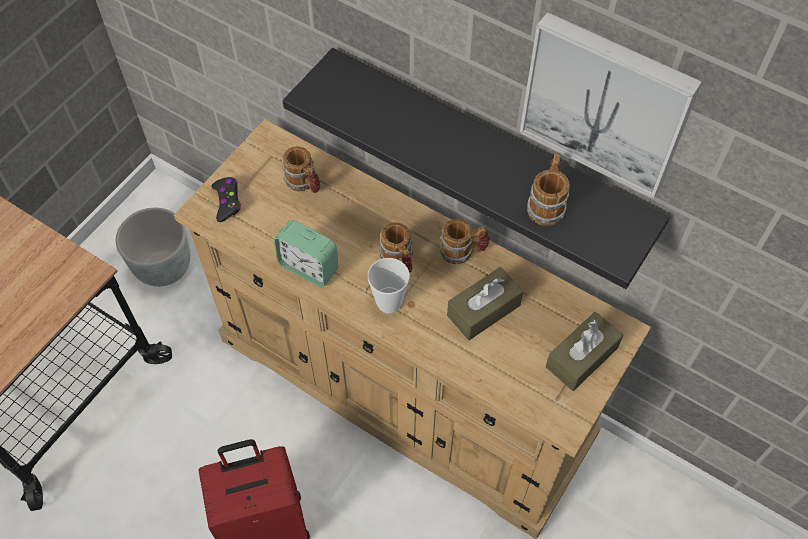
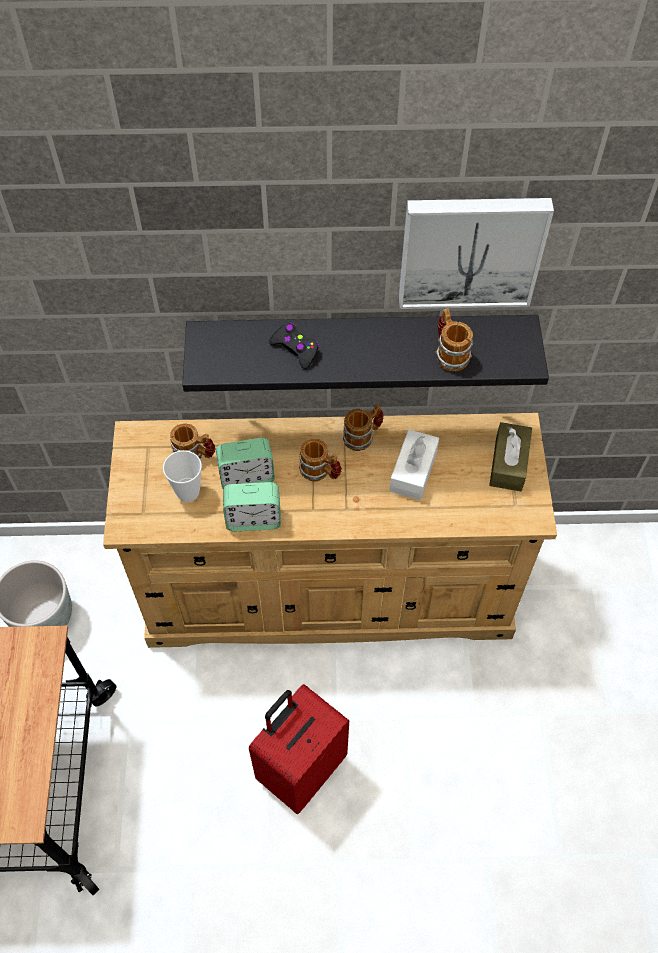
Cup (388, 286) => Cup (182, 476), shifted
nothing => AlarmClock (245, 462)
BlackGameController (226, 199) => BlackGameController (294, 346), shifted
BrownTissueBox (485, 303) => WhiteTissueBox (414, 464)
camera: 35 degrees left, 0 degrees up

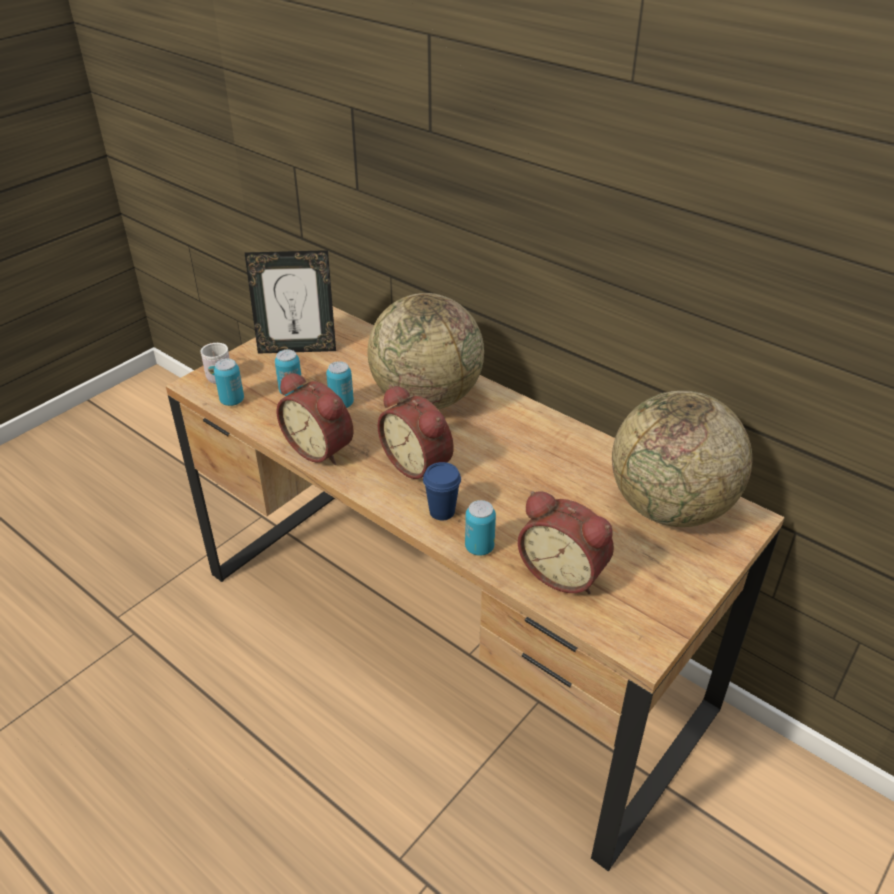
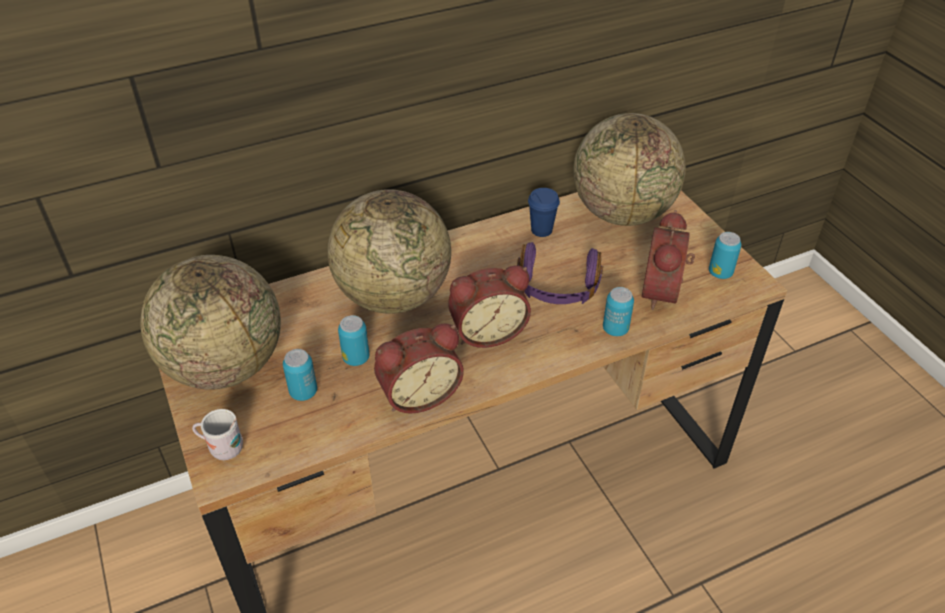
PictureFrame (290, 302) => Globe (210, 322)
nothing => PurpleHeadphones (560, 273)
BlueCup (442, 491) => BlueCup (544, 212), shifted
AlarmClock (566, 542) => AlarmClock (668, 260), 135 degrees clockwise
Can (229, 382) => Can (725, 255), shifted
camera: 65 degrees left, 5 degrees up

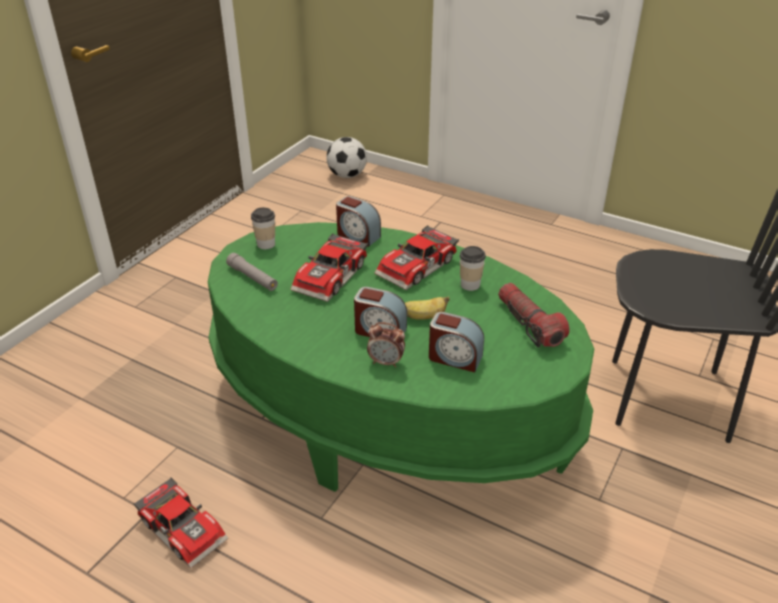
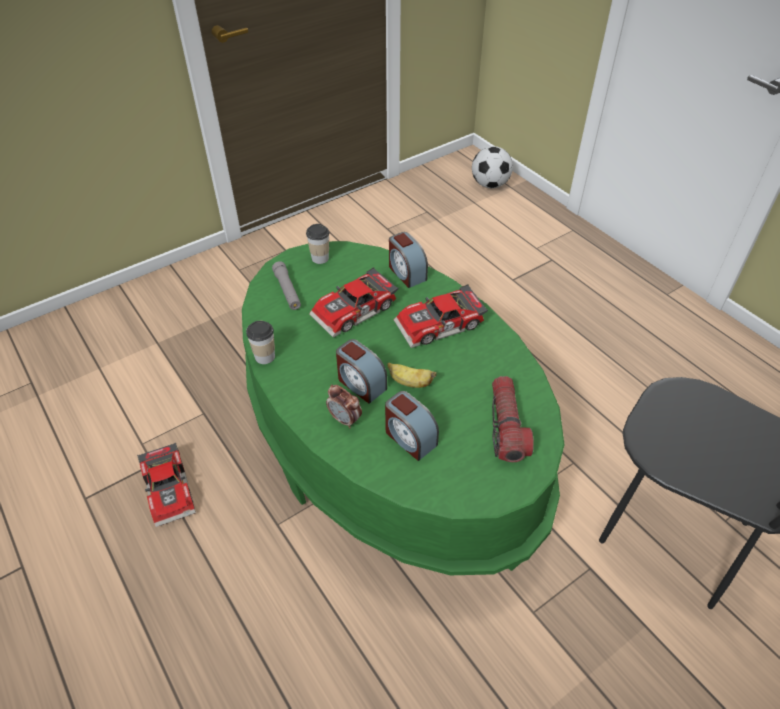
Cup (473, 268) => Cup (260, 342), shifted
camera: 25 degrees right, 10 degrees up

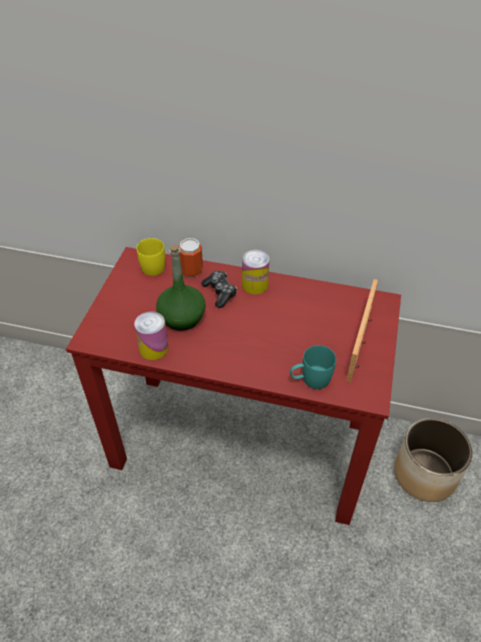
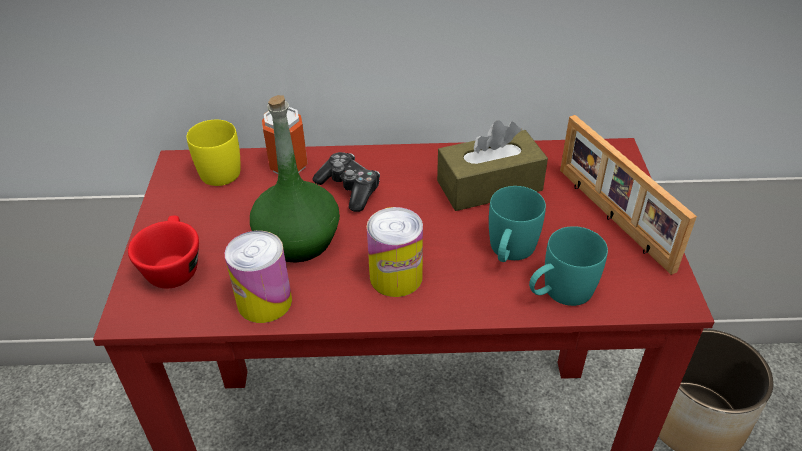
nothing => RedCup (163, 252)
Can (256, 272) => Can (395, 252), shifted
nothing => BrownTissueBox (492, 165)
nothing => TurquoiseMug (517, 224)
PictureFrame (362, 330) => PictureFrame (628, 195), 150 degrees clockwise
camera: 15 degrees left, 5 degrees down

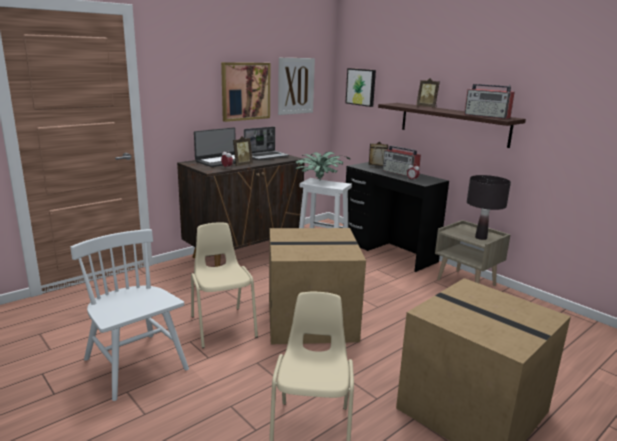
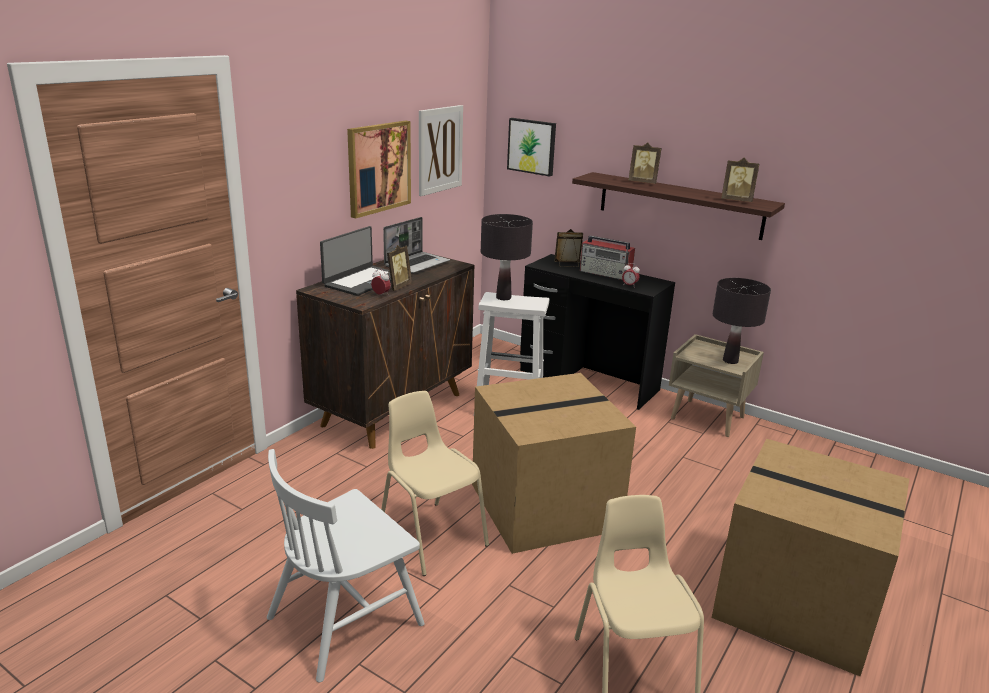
WhiteChair (129, 315) => WhiteChair (346, 565), 75 degrees counterclockwise
PottedPlant (323, 166) => BlackTableLamp (507, 257)
Radio (489, 101) => PictureFrame (740, 180)
camera: 15 degrees left, 5 degrees up

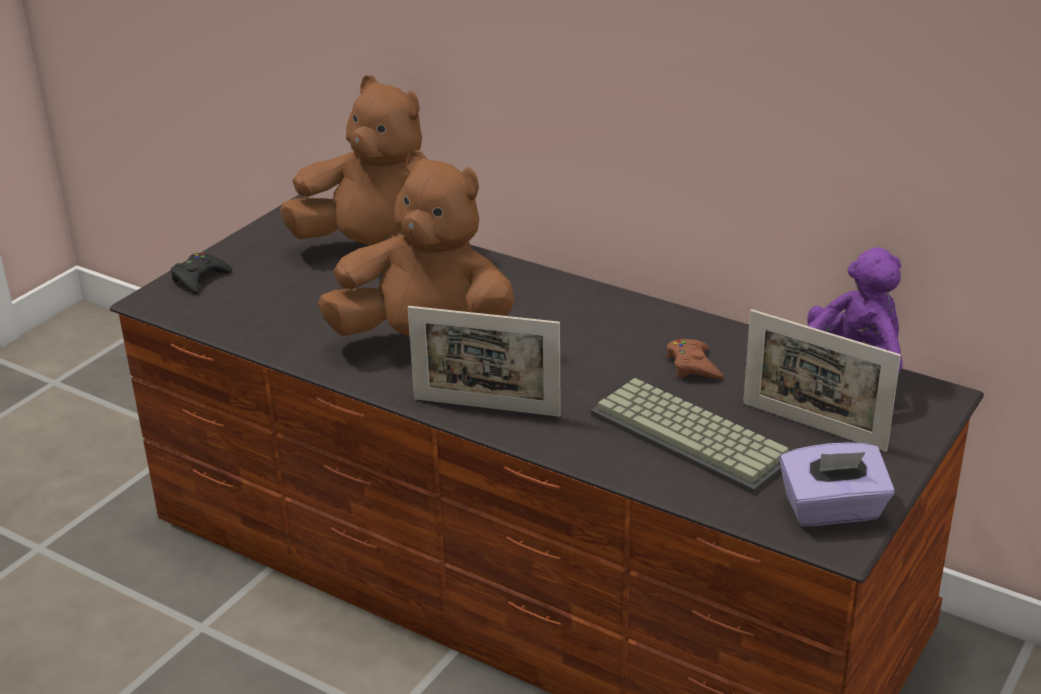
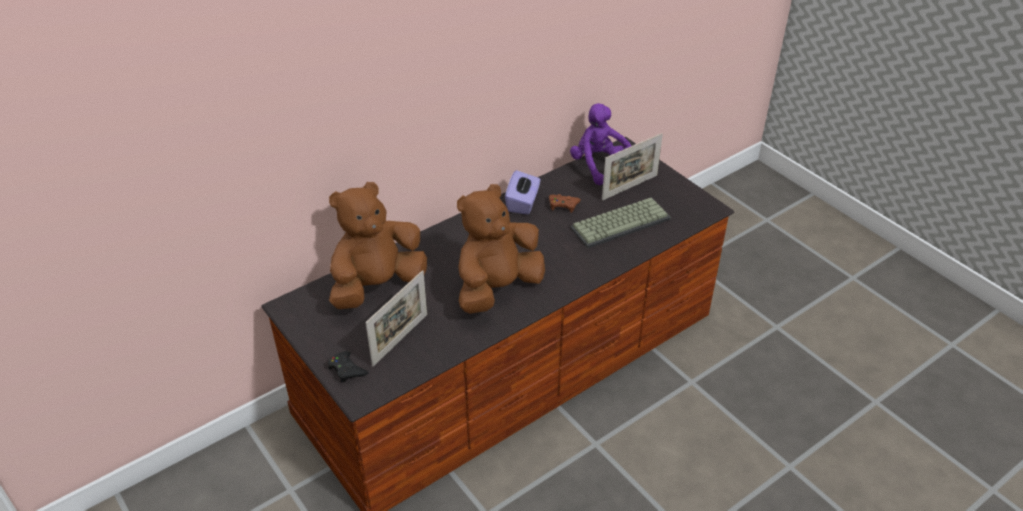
PictureFrame (484, 361) => PictureFrame (396, 318), shifted
PurpleTissueBox (837, 484) => PurpleTissueBox (522, 192), shifted
camera: 70 degrees left, 10 degrees up

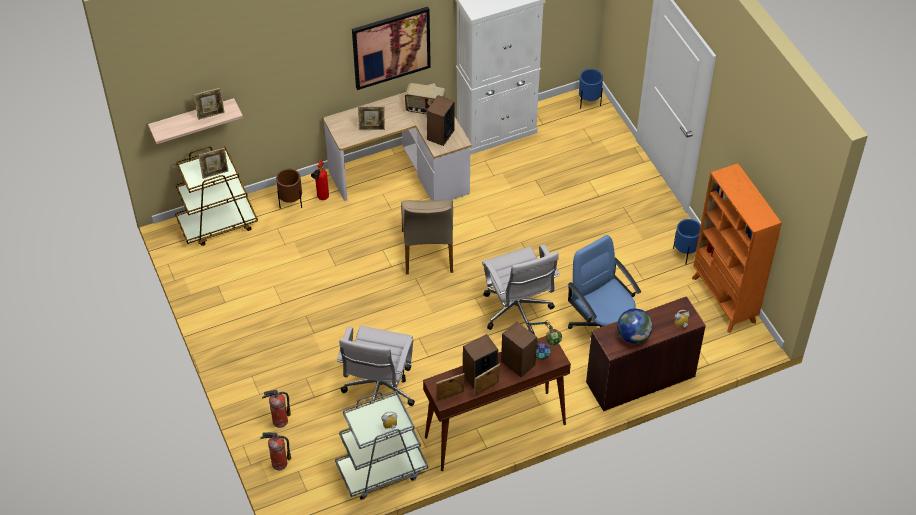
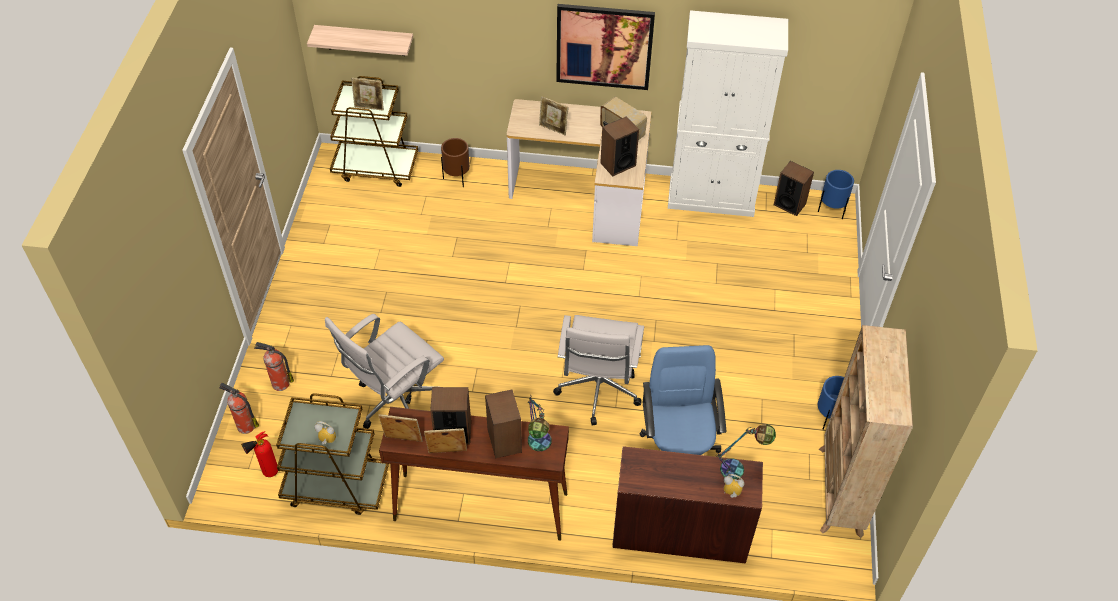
FireExtinguisher (320, 179) => FireExtinguisher (259, 454), shifted
GreyCart (381, 445) => BrownCart (332, 454)
nothing => TableLamp (746, 452)
nothing => Speaker (794, 188)
OrangeBookcase (737, 248) => BeigeBookcase (866, 431)
PictureFrame (209, 104) => nothing
BeigeChair (427, 236) => nothing
Globe (635, 326) => nothing
camera: 30 degrees right, 0 degrees up

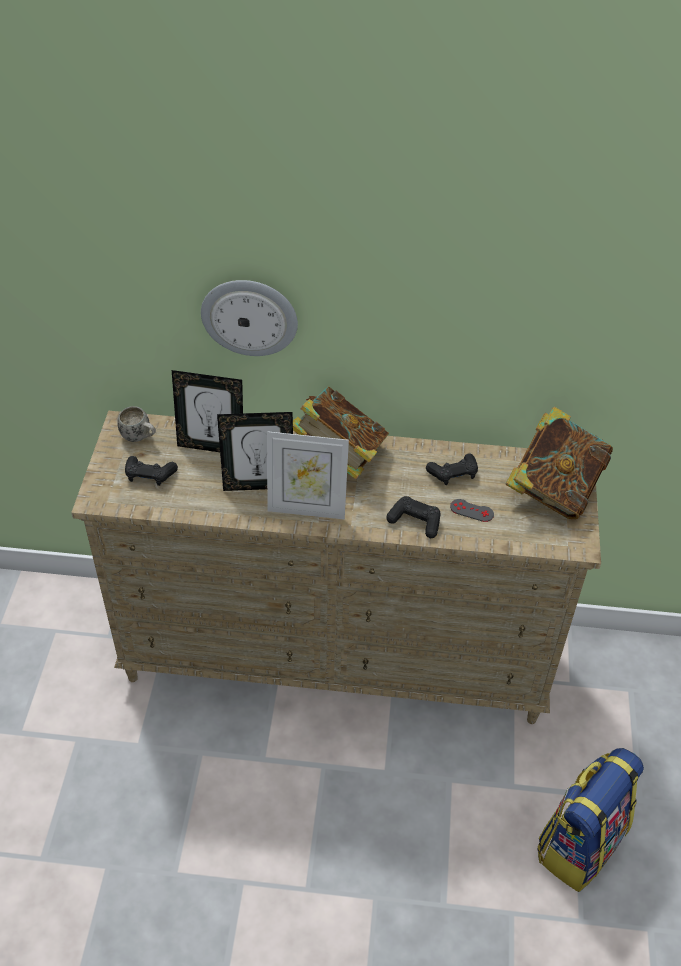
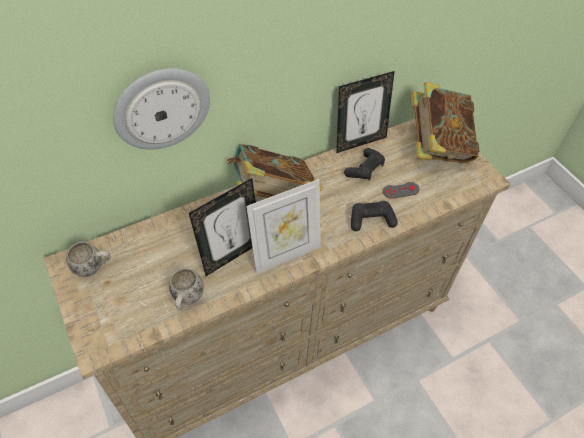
nothing => WhiteMug (186, 289)
PictureFrame (207, 411) => PictureFrame (365, 112), shifted
BlackGameController (151, 471) => nothing
Backpack (590, 820) => nothing
camera: 35 degrees left, 5 degrees up

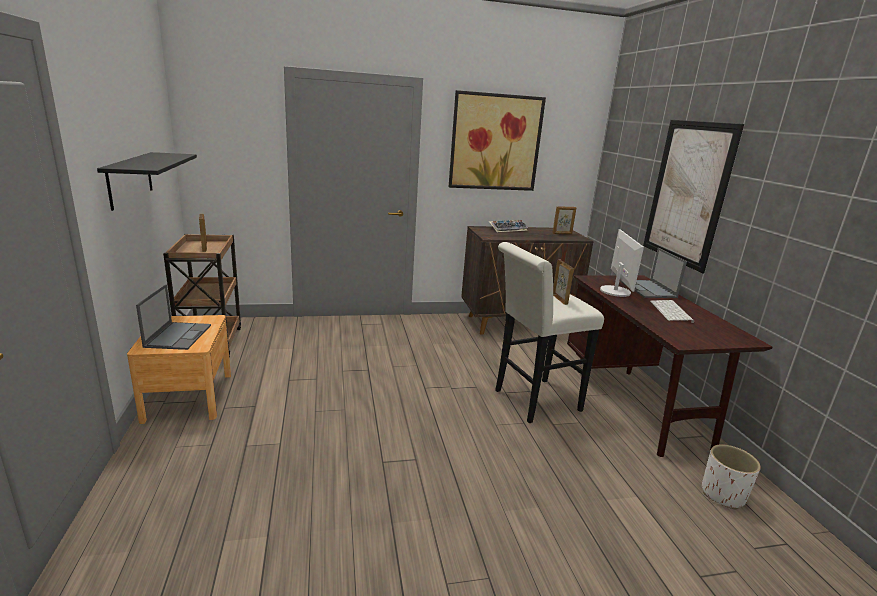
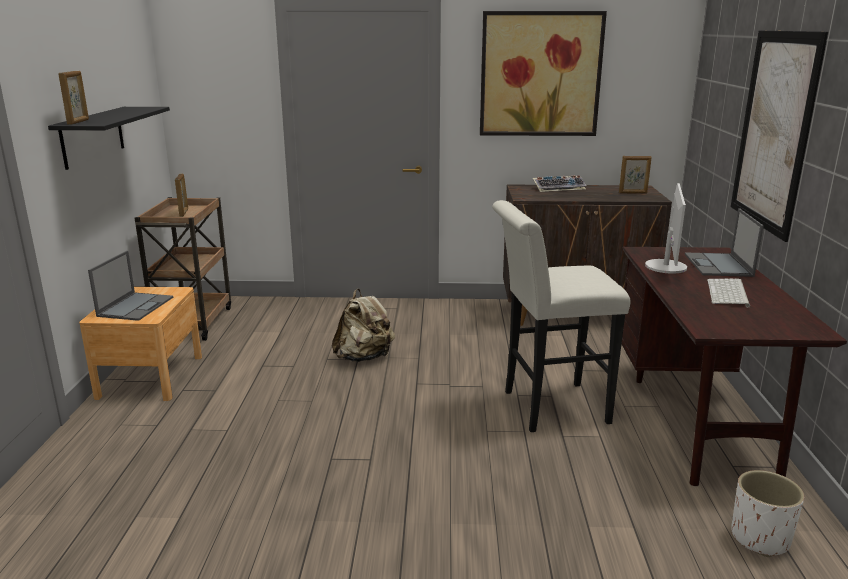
PictureFrame (563, 282) => PictureFrame (73, 98), shifted
nothing => BeigeBackpack (363, 325)
camera: 15 degrees right, 0 degrees up

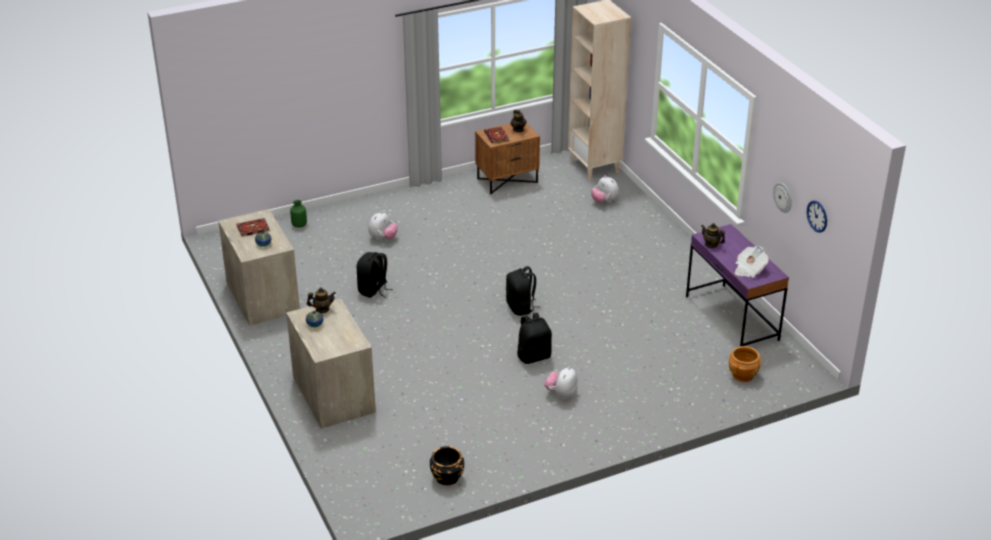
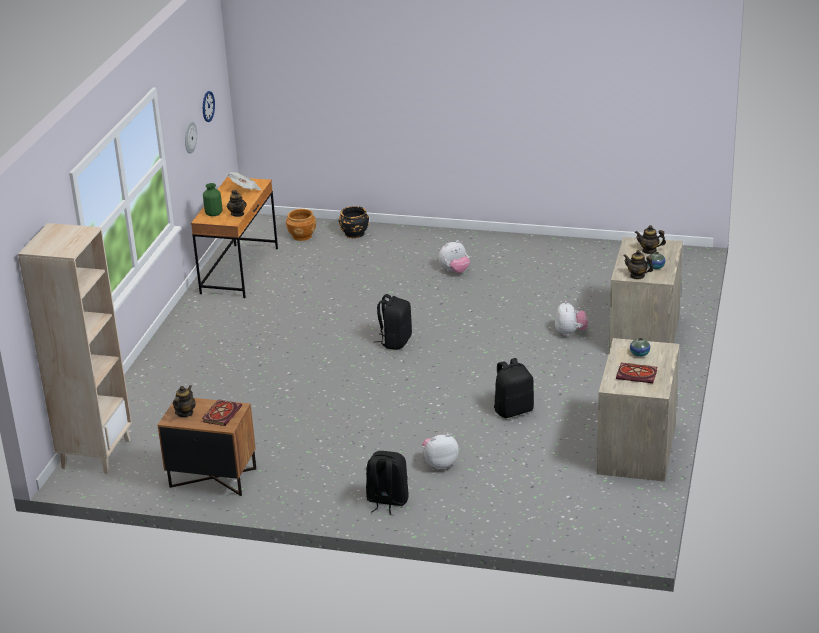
PurpleDesk (737, 285) => BrownDesk (234, 237)
GreenVase (298, 214) => GreenVase (212, 199), shifted
BlackPlanter (447, 466) => BlackPlanter (354, 222), shifted
BlackBackpack (534, 338) => BlackBackpack (387, 483), shifted
PlushToy (605, 189) => PlushToy (571, 319), shifted
nothing => Teapot (650, 239)
camera: 140 degrees left, 5 degrees down

